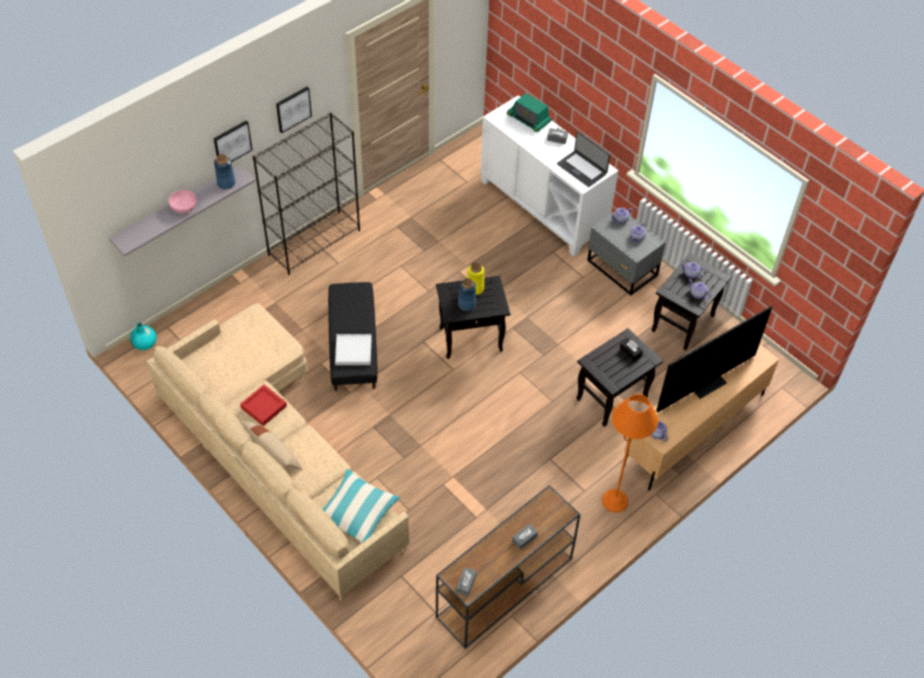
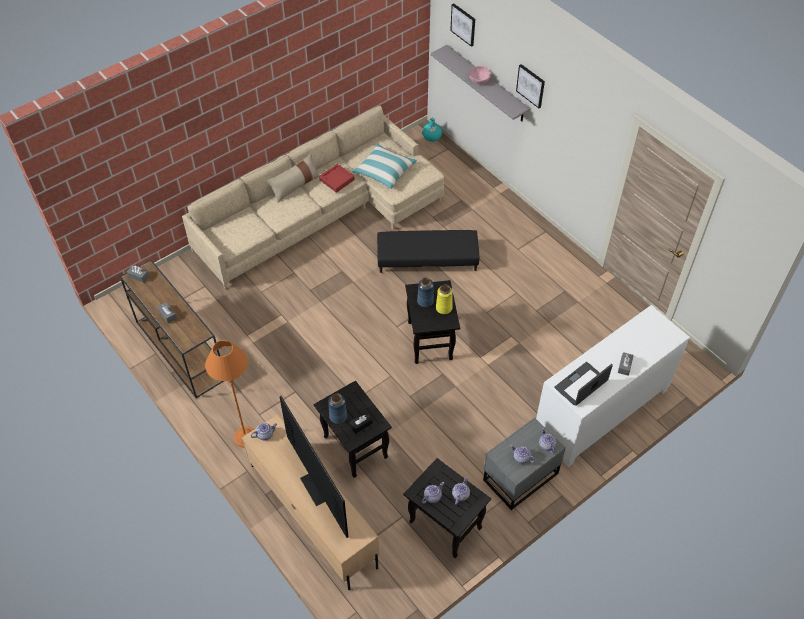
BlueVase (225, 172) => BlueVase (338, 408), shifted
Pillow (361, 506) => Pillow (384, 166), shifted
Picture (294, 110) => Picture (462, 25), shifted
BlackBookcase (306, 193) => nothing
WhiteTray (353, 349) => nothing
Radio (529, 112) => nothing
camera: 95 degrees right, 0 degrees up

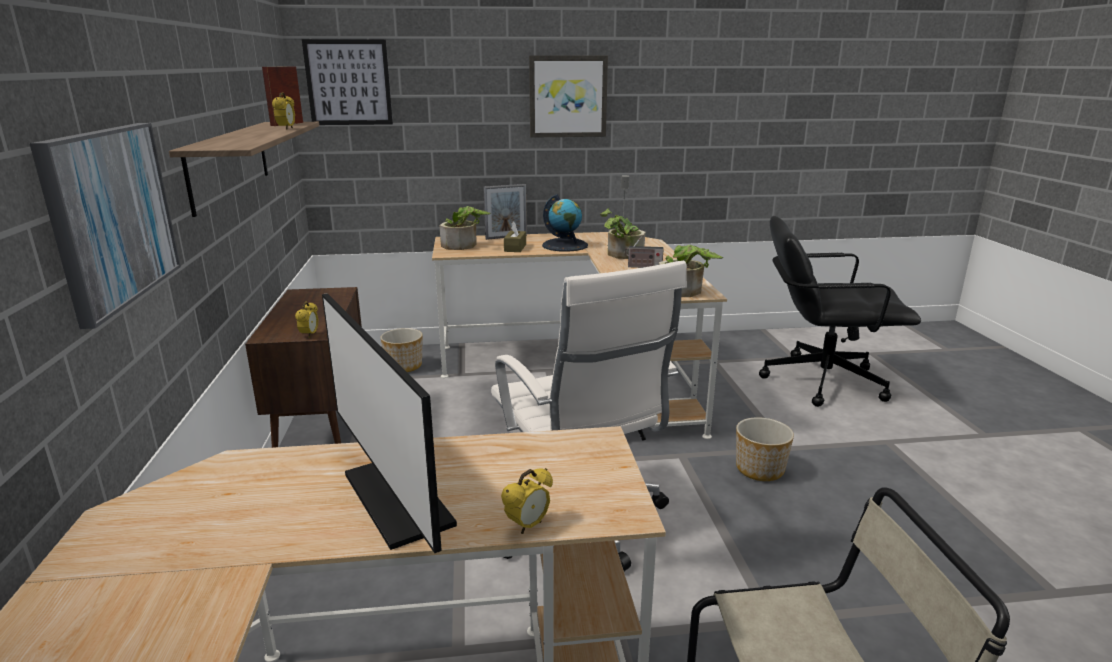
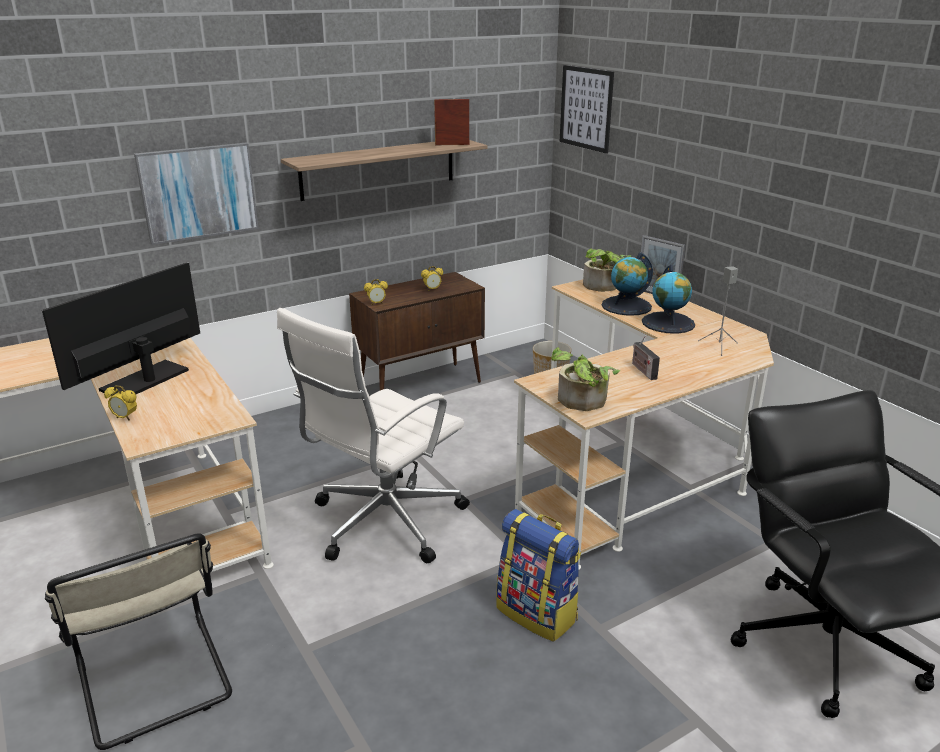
AlarmClock (283, 111) => AlarmClock (432, 278), shifted
Planter (765, 449) => Backpack (539, 575)
BrownTissueBox (515, 236) => Globe (627, 284)
Picture (568, 96) => nothing
PottedPlant (622, 233) => nothing
camera: 65 degrees right, 5 degrees up

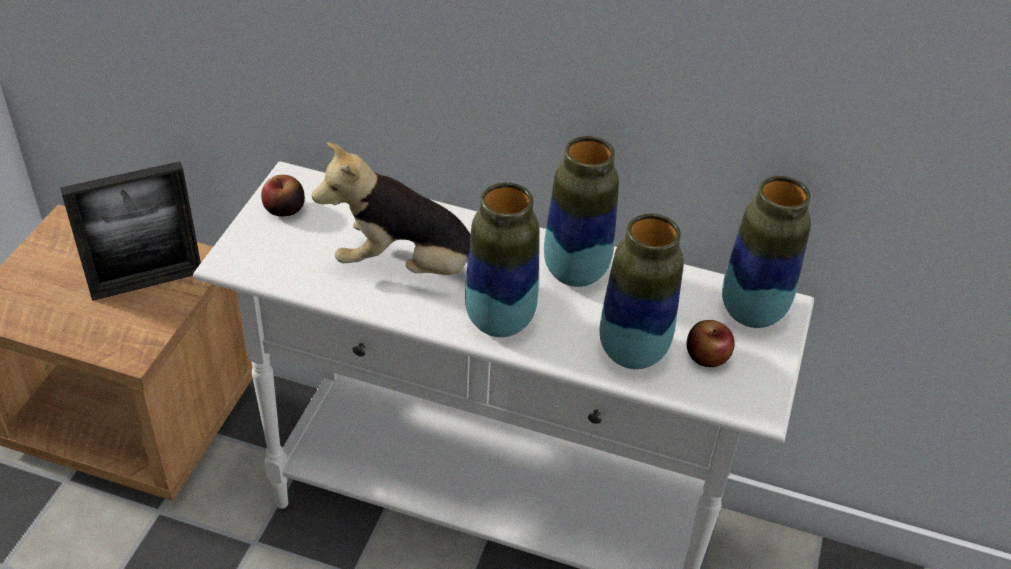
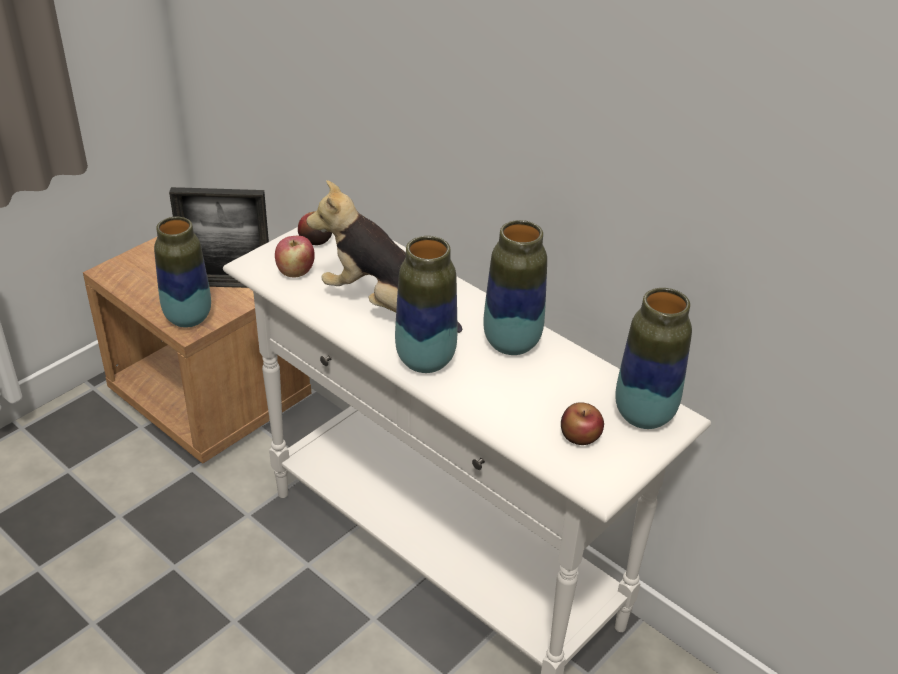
Vase (642, 291) => Vase (182, 272), shifted
nothing => Apple (295, 256)
camera: 25 degrees right, 5 degrees down

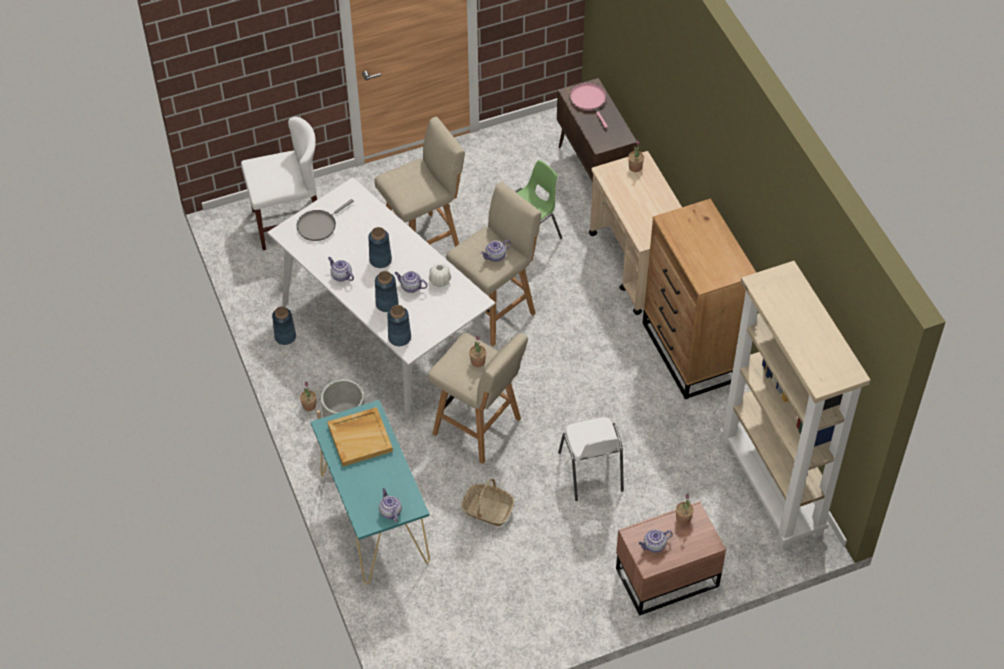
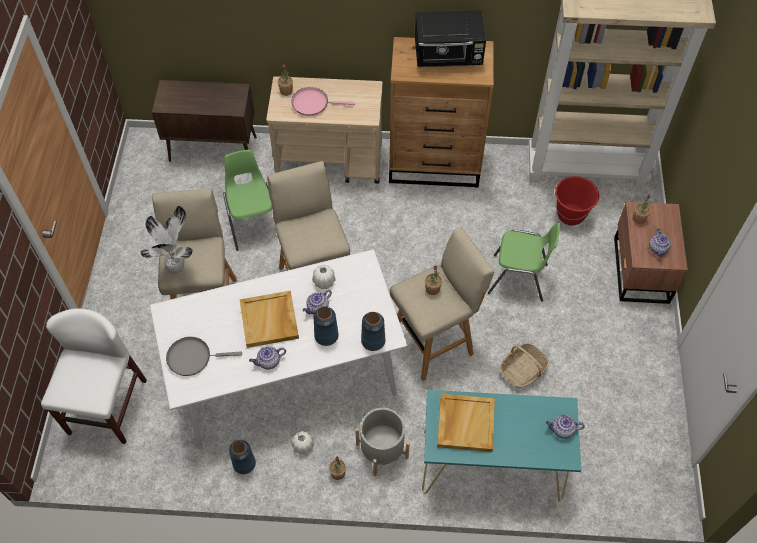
nothing => PottedPlant (166, 240)
GreyFryingPan (325, 220) => GreyFryingPan (204, 356), 105 degrees clockwise
BlueVase (380, 247) => BeigeTray (269, 319)
PinkFryingPan (589, 105) => PinkFryingPan (323, 101), shifted
nothing => WhiteVase (303, 443)
nothing => BlackMicrowave (450, 38)
WhiteChair (591, 459) => GreenChair (524, 262)
nothing => RedBucket (576, 200)
Teapot (495, 251) => nothing
camera: 65 degrees left, 5 degrees up

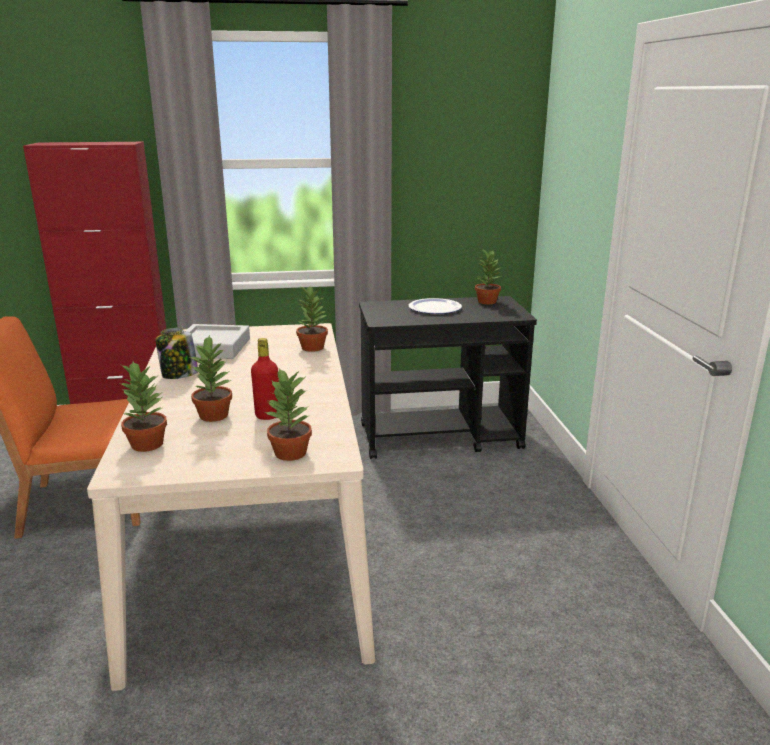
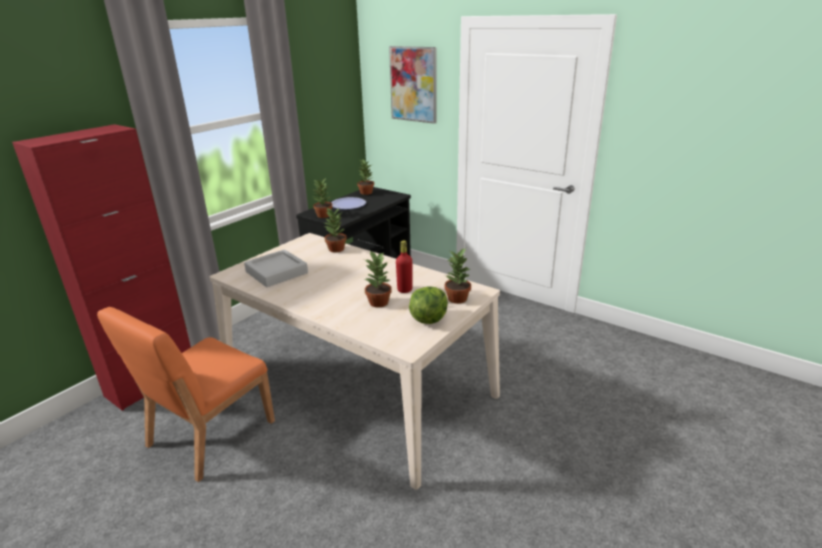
PottedPlant (143, 407) => PottedPlant (323, 198), shifted
nothing => Picture (412, 85)
nothing => Lettuce (428, 305)
Jar (177, 353) => nothing
camera: 45 degrees left, 5 degrees up

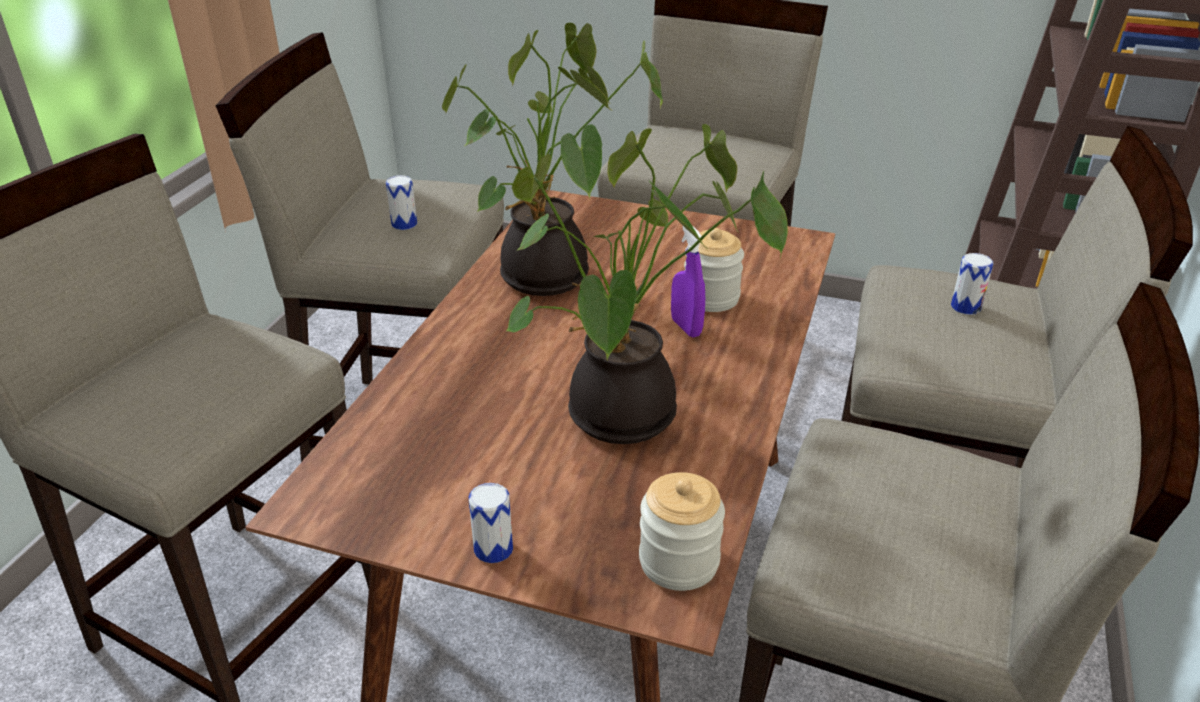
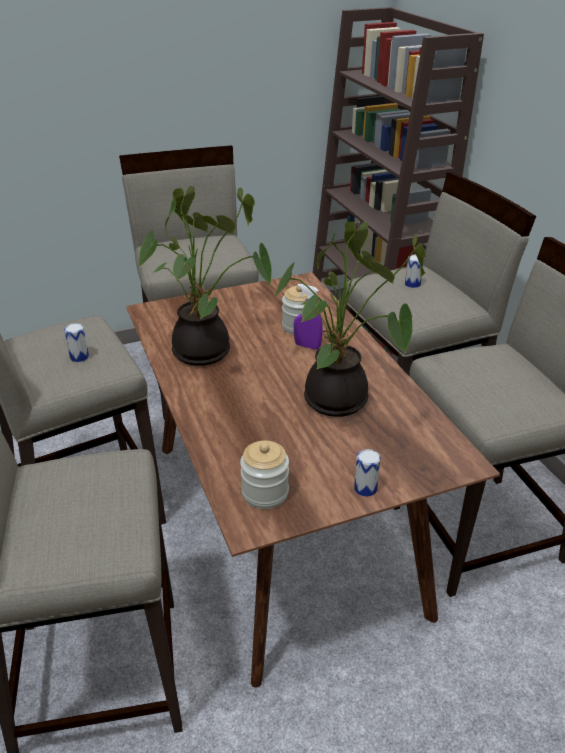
Jar (682, 531) => Jar (264, 475), shifted
camera: 40 degrees left, 0 degrees up

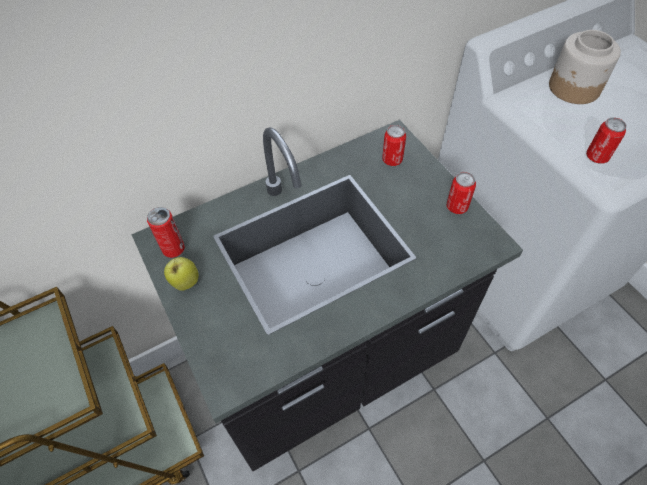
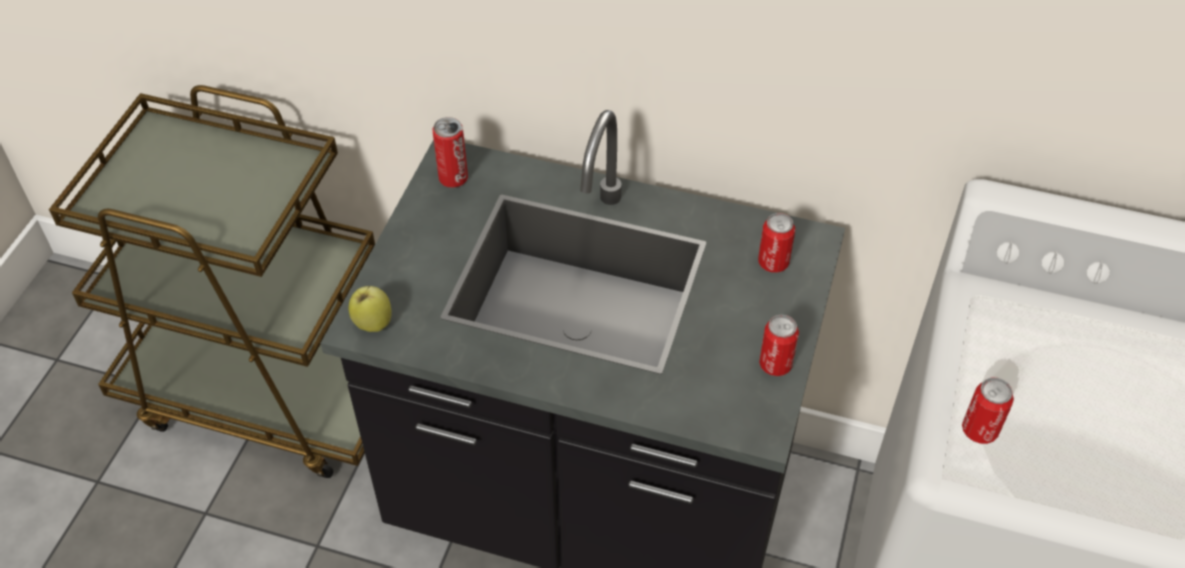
Apple (181, 274) => Apple (370, 309), shifted
Jar (585, 67) => nothing
camera: 45 degrees right, 5 degrees down

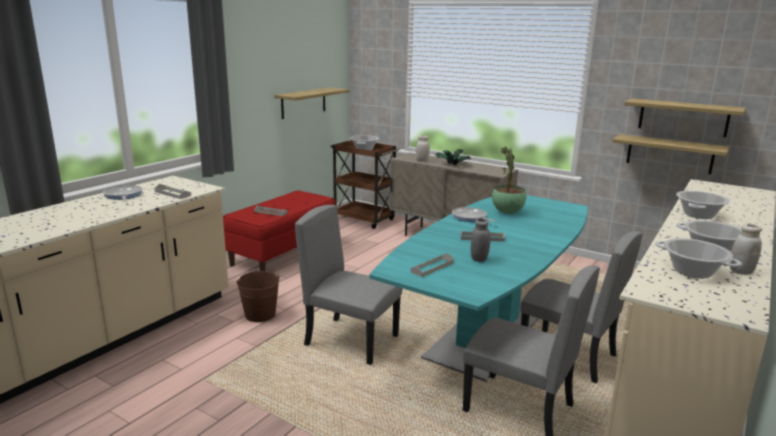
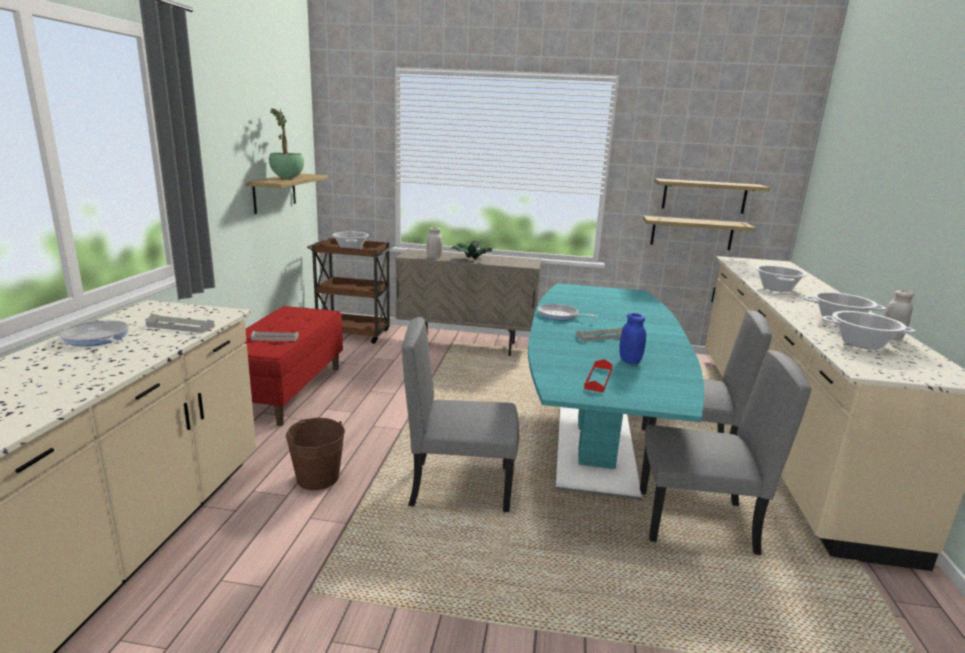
PottedPlant (509, 180) => PottedPlant (286, 143), shifted
GreyTray (432, 265) => RedTray (598, 375)
GreyJar (480, 240) => BlueJar (632, 338)
camera: 25 degrees left, 0 degrees up

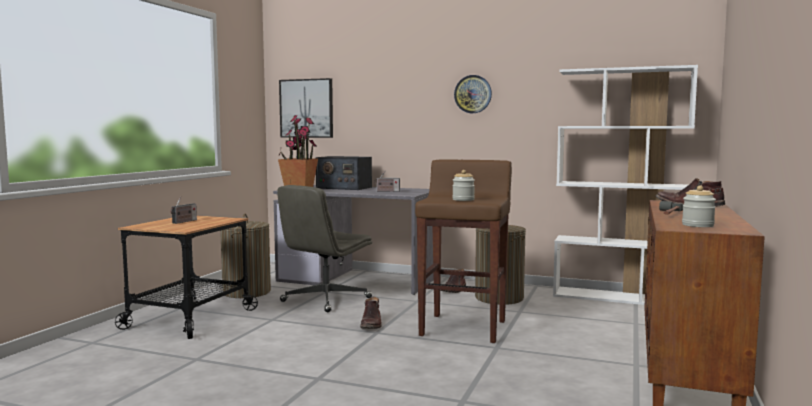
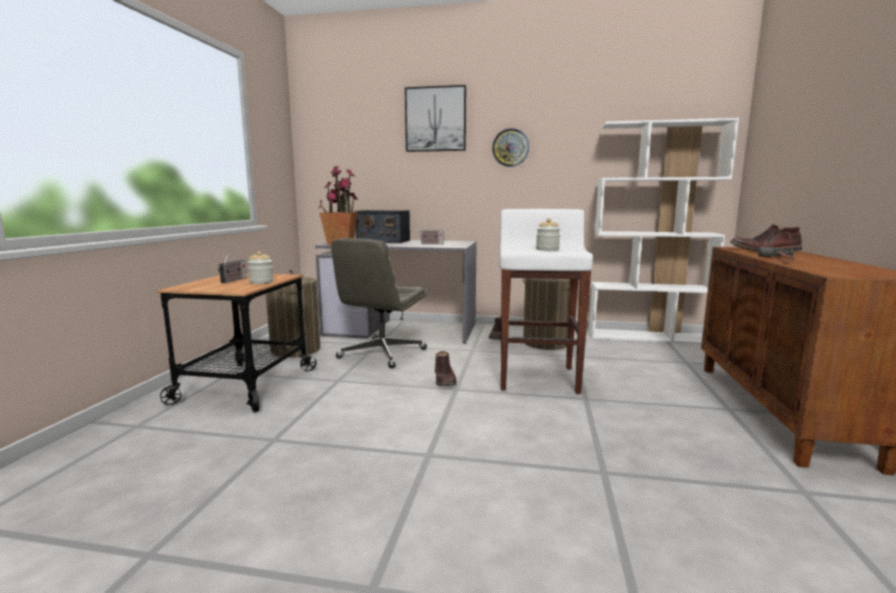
Jar (699, 206) => Jar (261, 267), shifted
Picture (306, 108) => Picture (435, 118), shifted
BrownStool (463, 251) => WhiteStool (546, 301)
camera: 10 degrees left, 5 degrees up

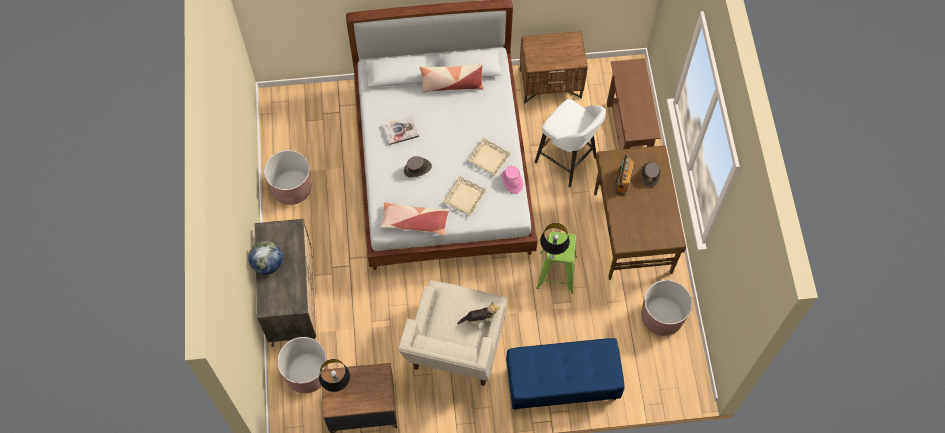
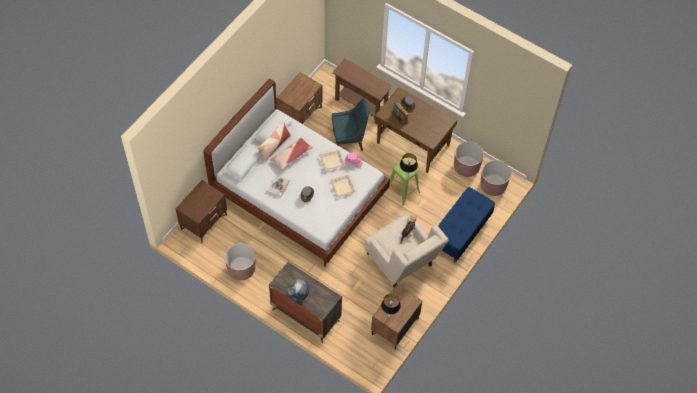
nothing => BrownNightstand (201, 211)
Pillow (414, 218) => Pillow (291, 153), shifted
WhiteStool (570, 143) => BlueChair (350, 124)
BrownPlanter (302, 365) => BrownPlanter (495, 178), shifted
camera: 50 degrees left, 5 degrees down

